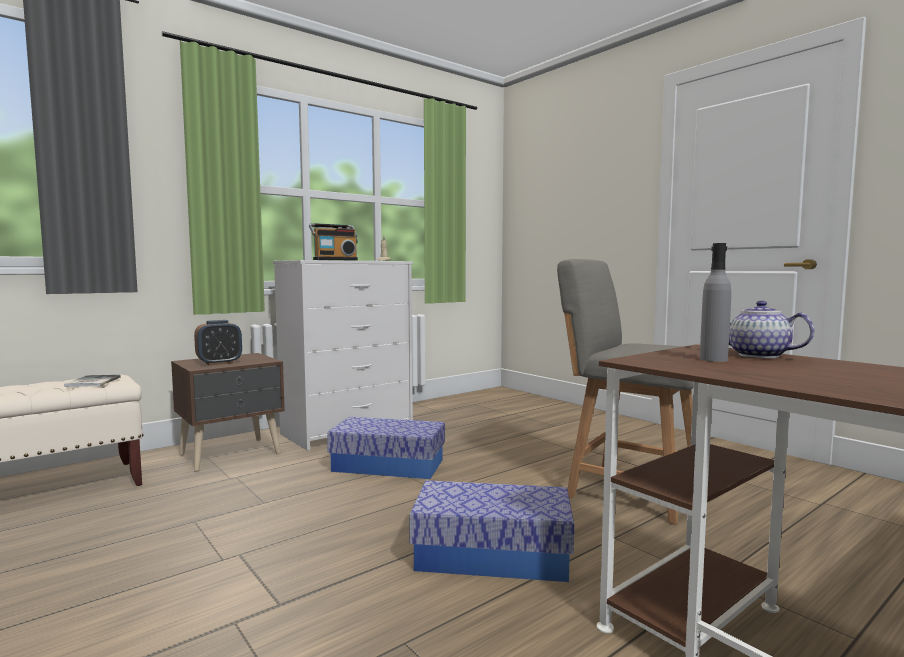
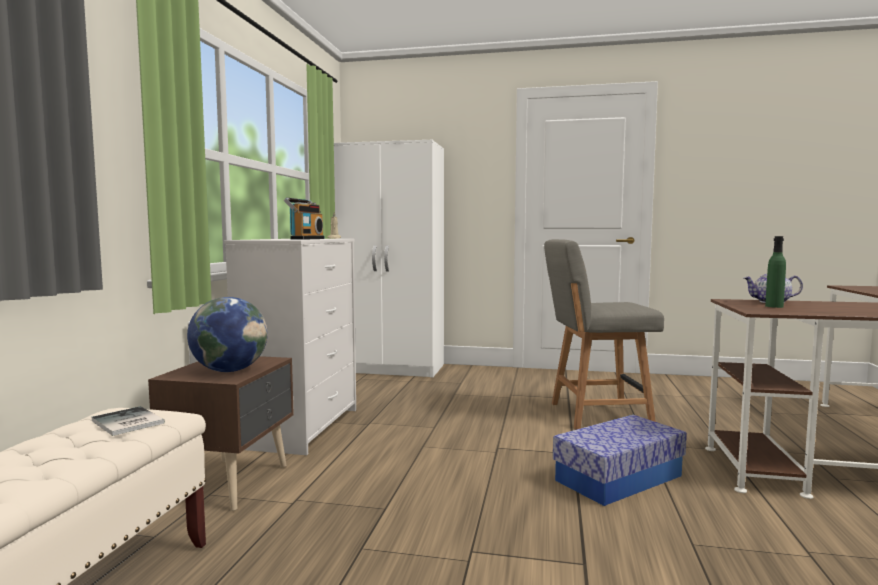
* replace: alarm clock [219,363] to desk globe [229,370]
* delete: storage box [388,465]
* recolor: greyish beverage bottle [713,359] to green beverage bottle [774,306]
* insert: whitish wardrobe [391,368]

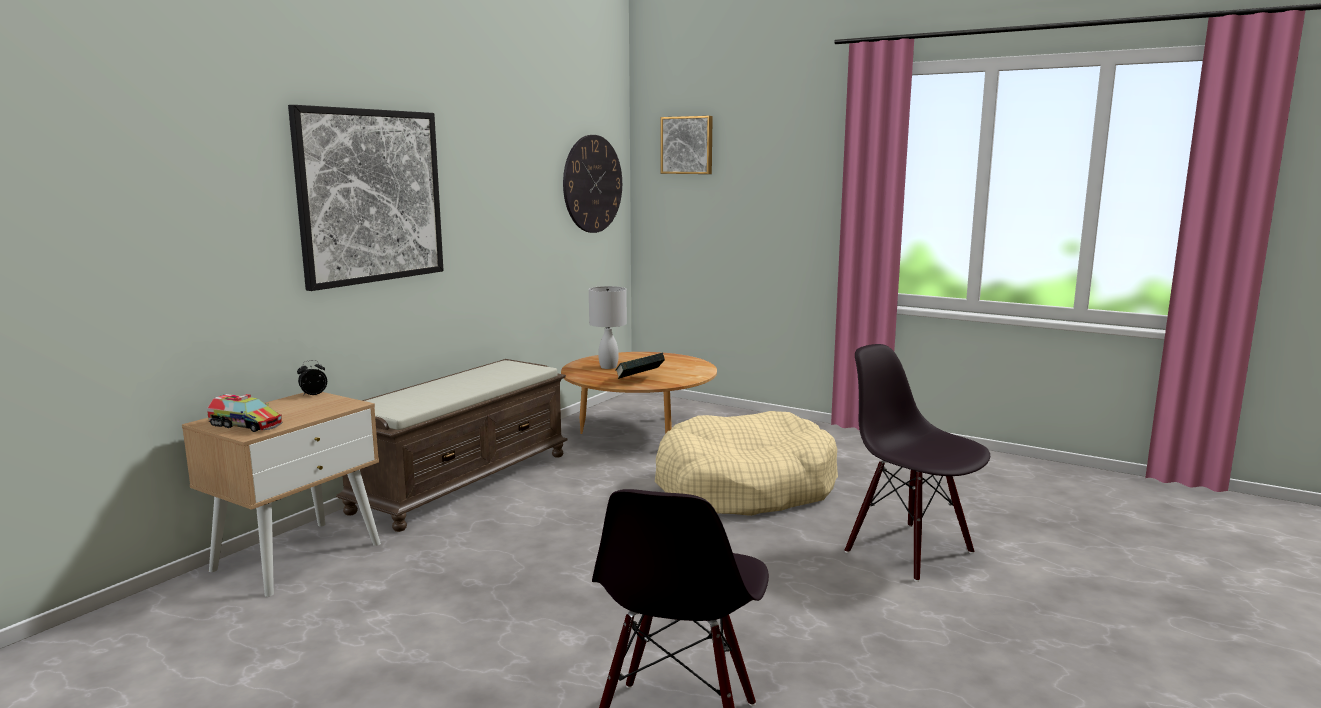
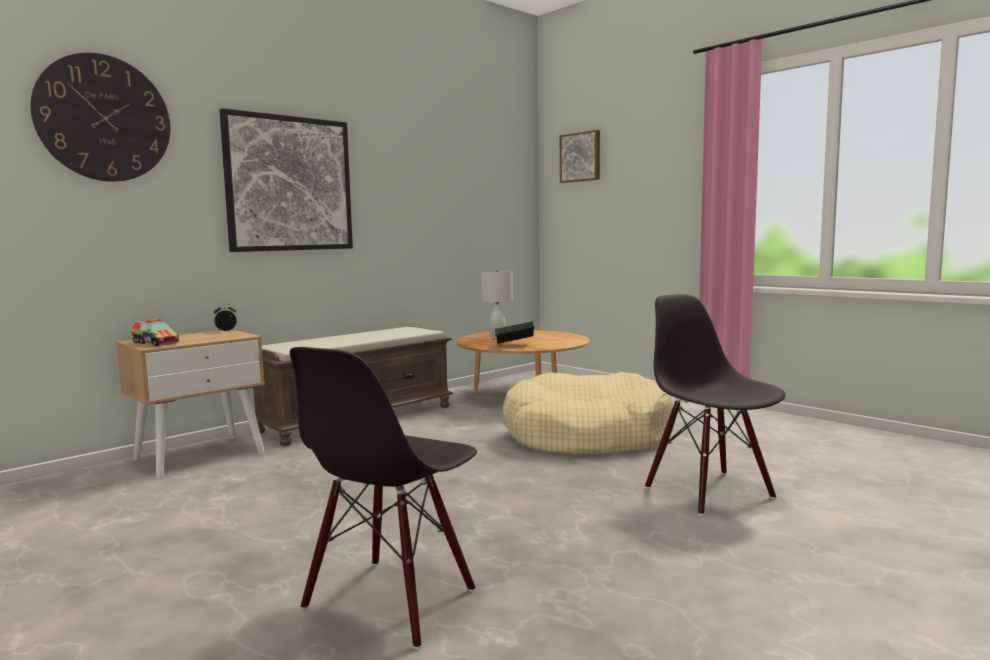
* move: hanging clock [592,184] to [104,118]

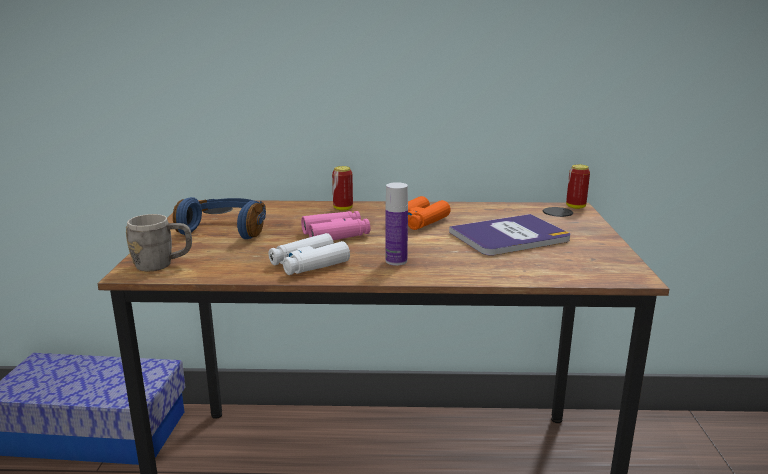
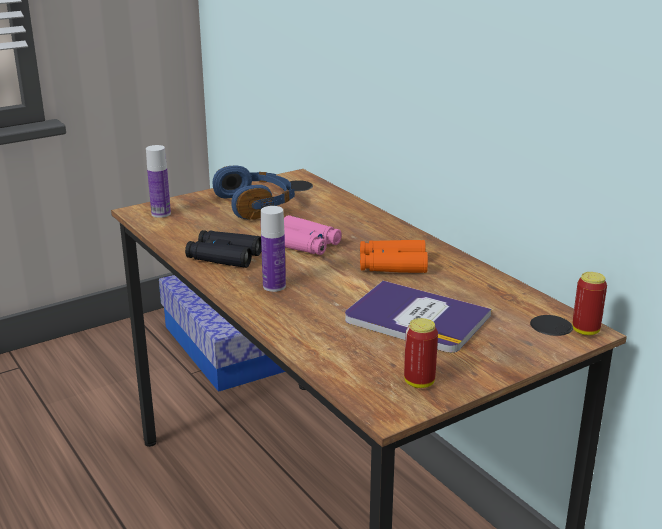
* replace: greyish coffee mug [162,265] to beverage bottle [161,214]
* recolor: whitish pair of binoculars [308,263] to blackish pair of binoculars [224,256]
* move: sealed can [343,208] to [419,382]

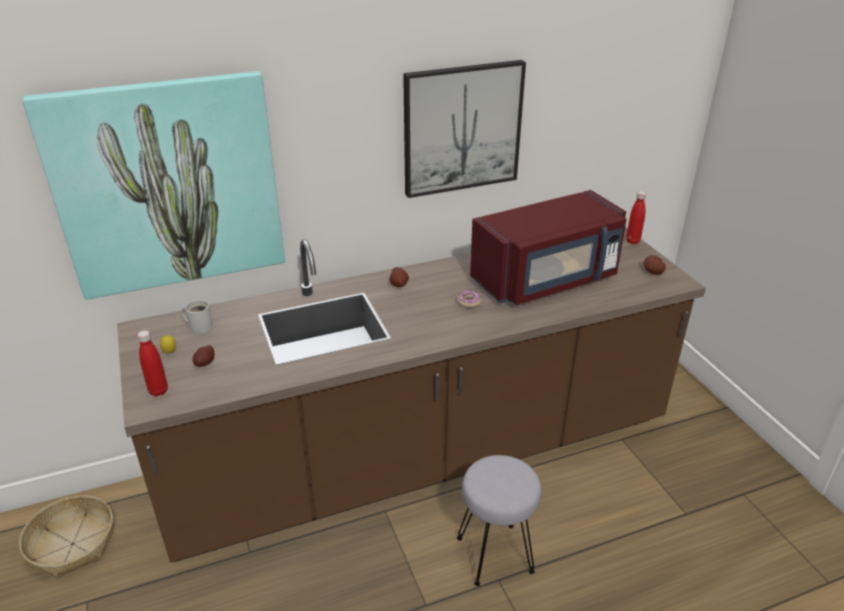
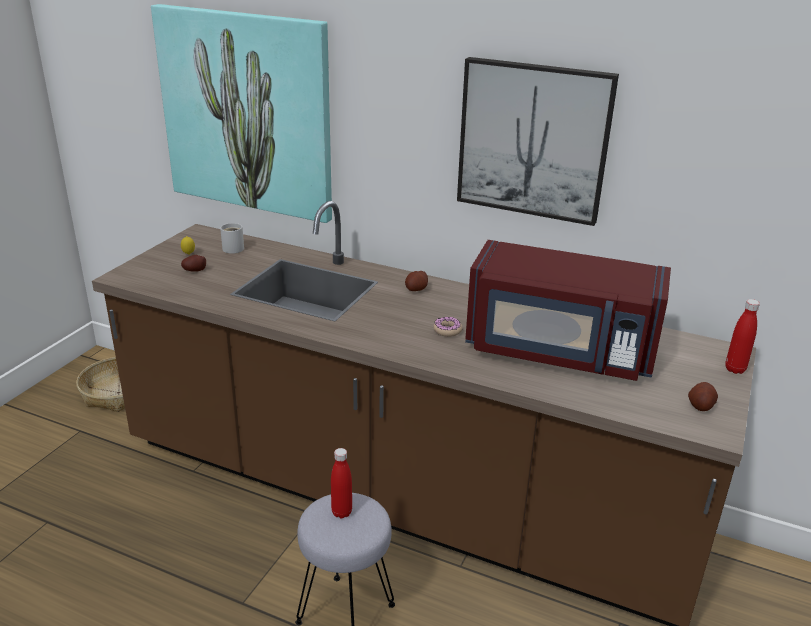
* move: reddish beverage bottle [158,391] to [341,512]

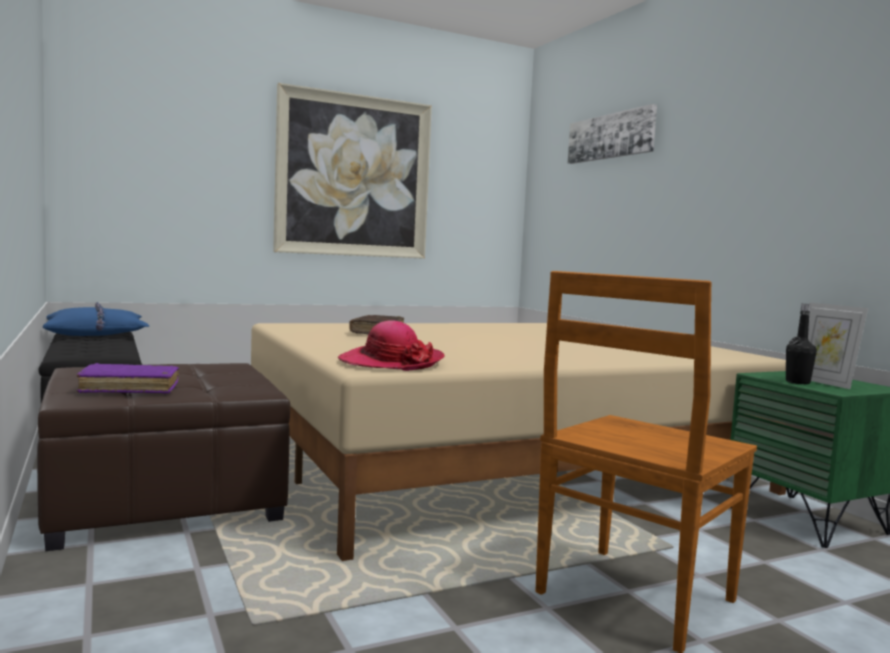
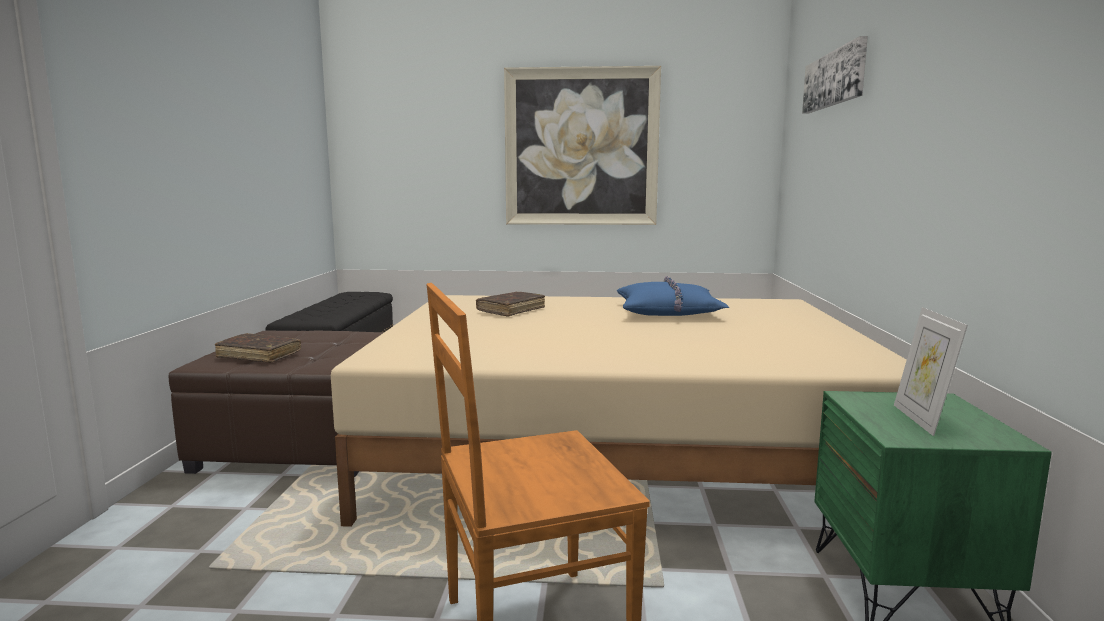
* move: blue-coloured cushion [96,333] to [668,311]
* recolor: purple book [130,388] to brown book [259,355]
* delete: hat [391,363]
* delete: blackish beverage bottle [797,382]

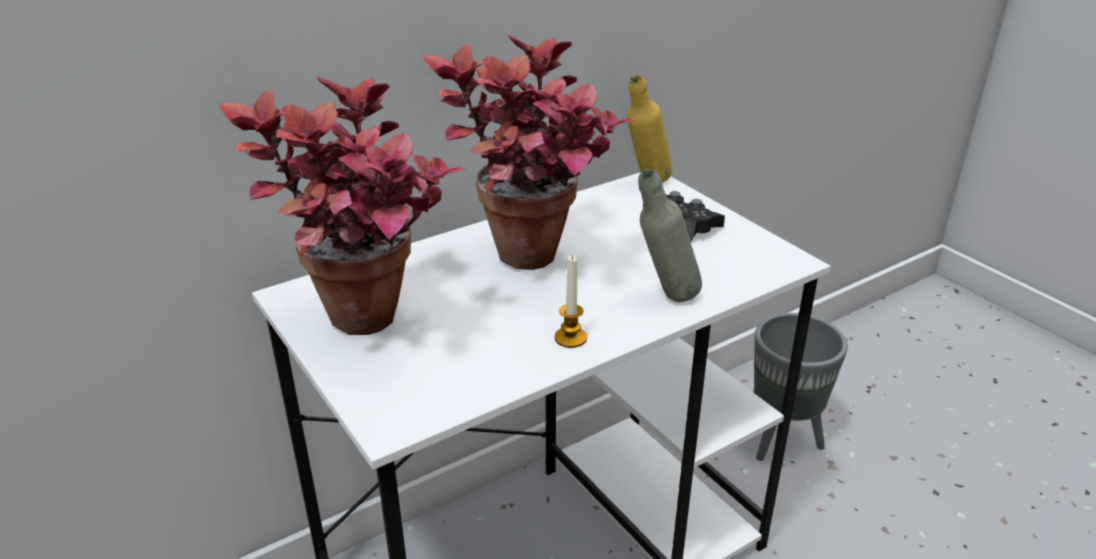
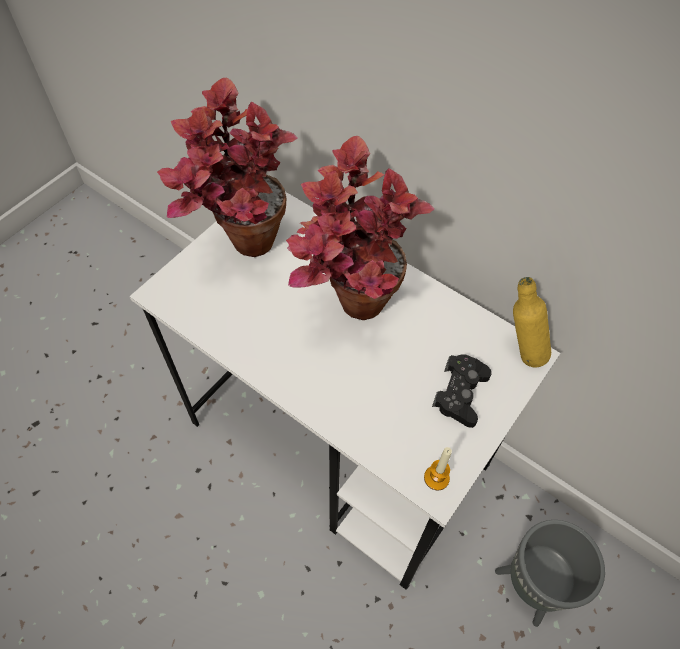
* move: candle [570,338] to [436,478]
* delete: greyish beverage bottle [665,300]

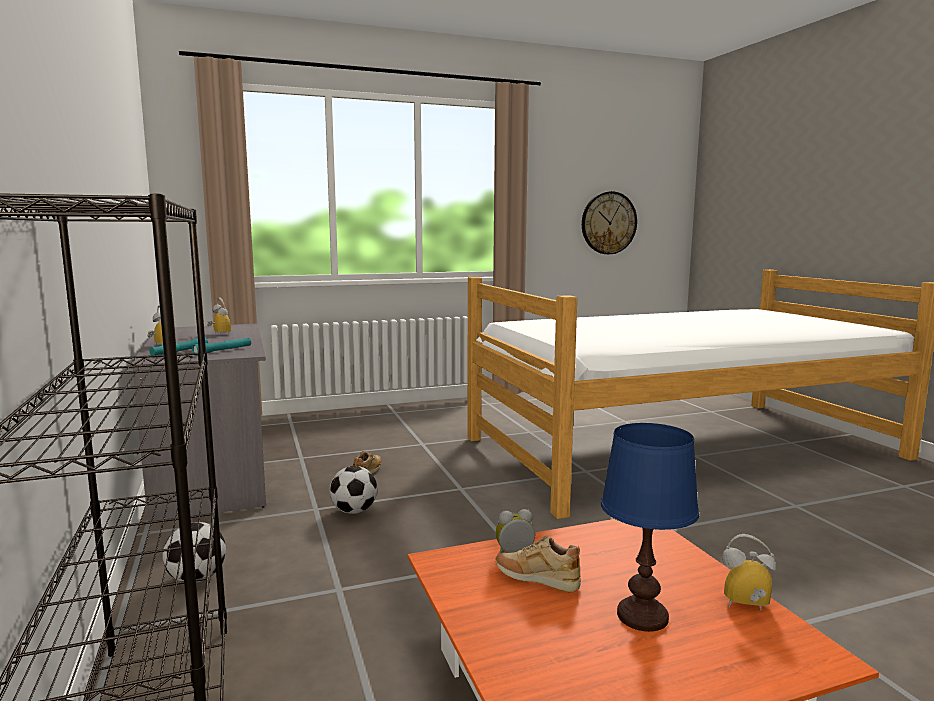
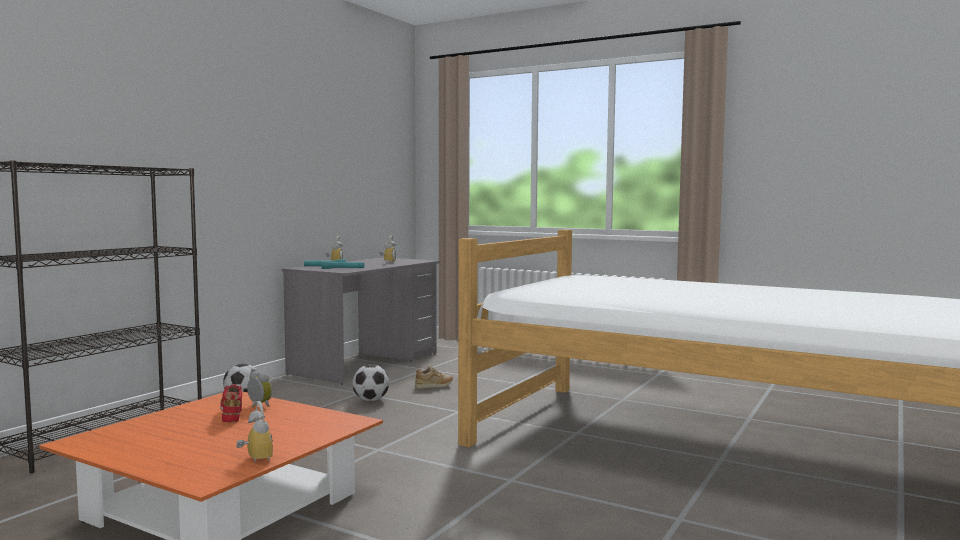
* recolor: beige low shoe [537,581] to reddish low shoe [231,414]
* delete: hanging clock [608,223]
* delete: blue-coloured lamp for a table [642,616]

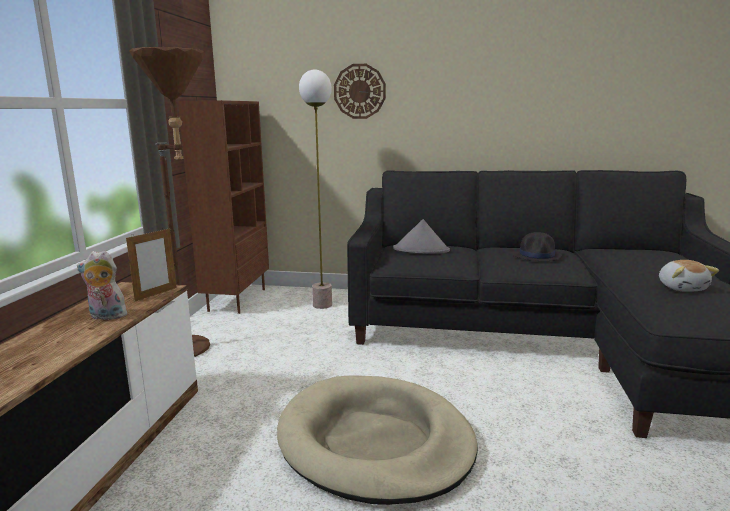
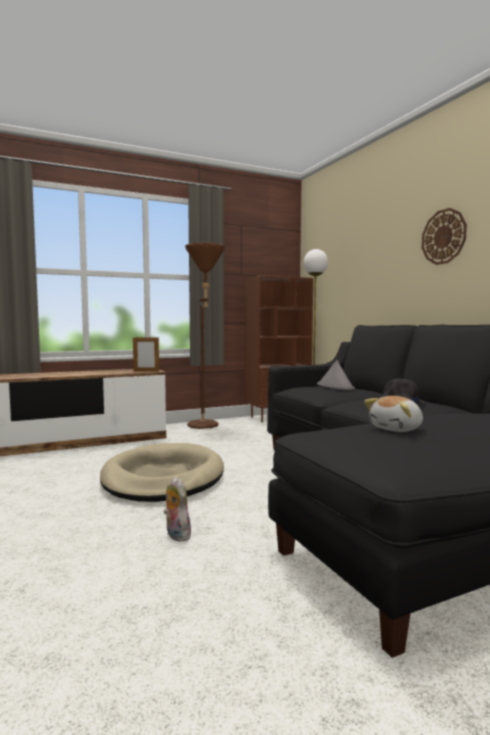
* move: cuddly toy [106,317] to [176,535]
* move: hanging clock [359,91] to [443,237]

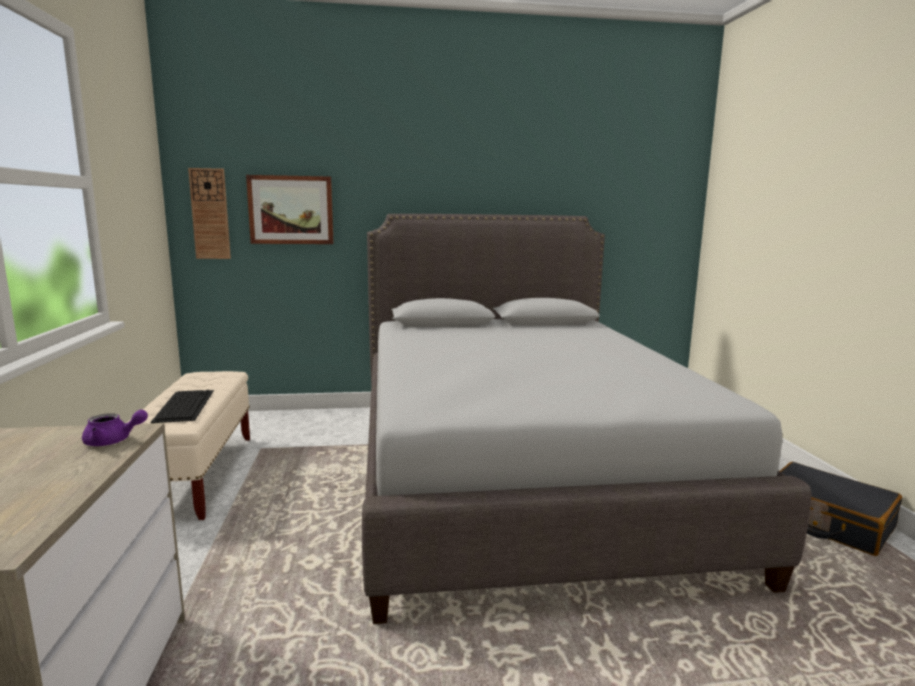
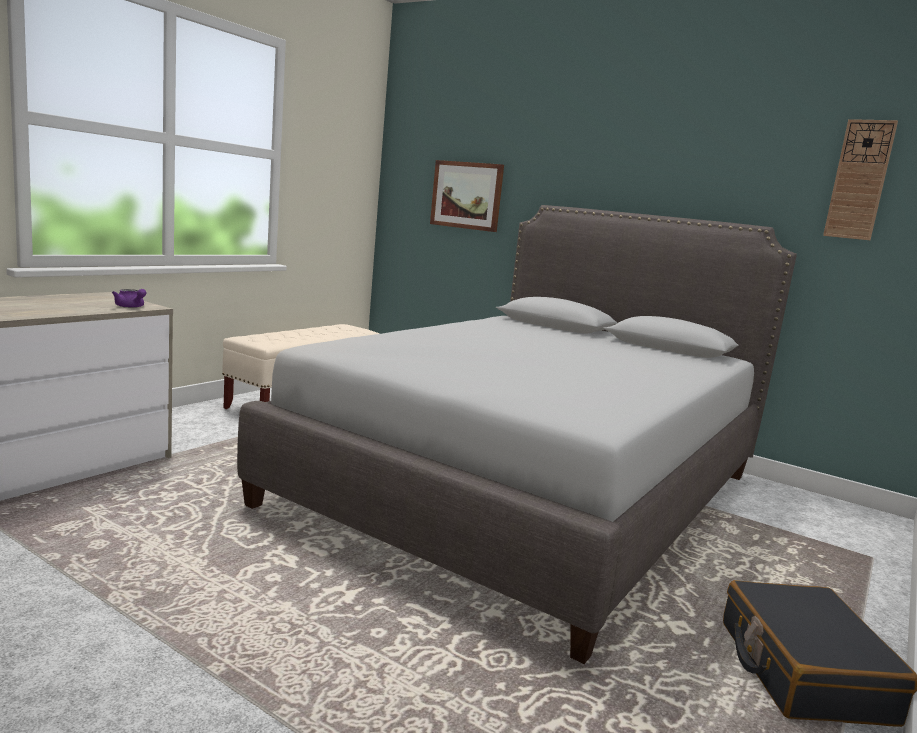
* delete: computer keyboard [184,405]
* move: hanging clock [210,214] to [859,180]

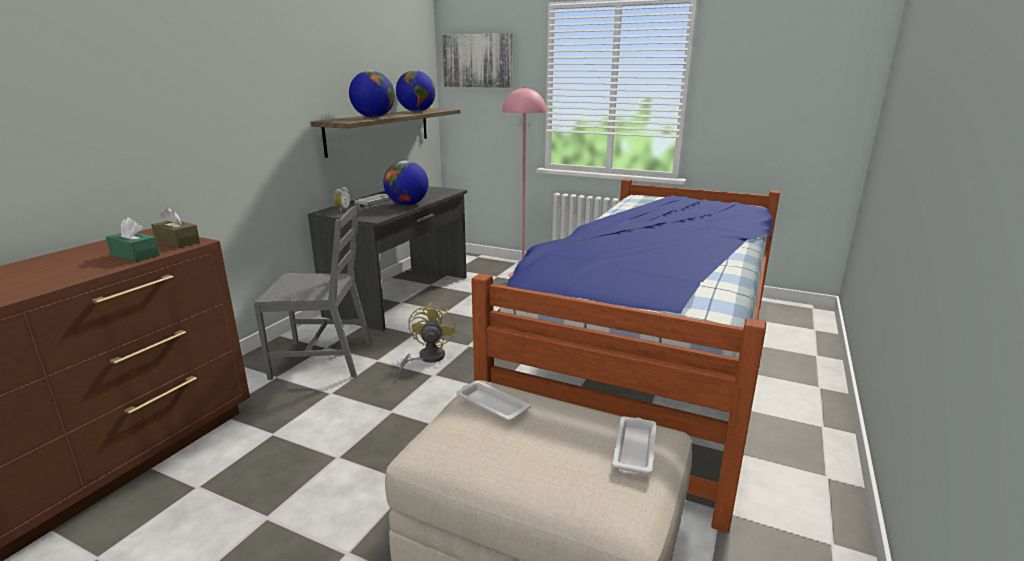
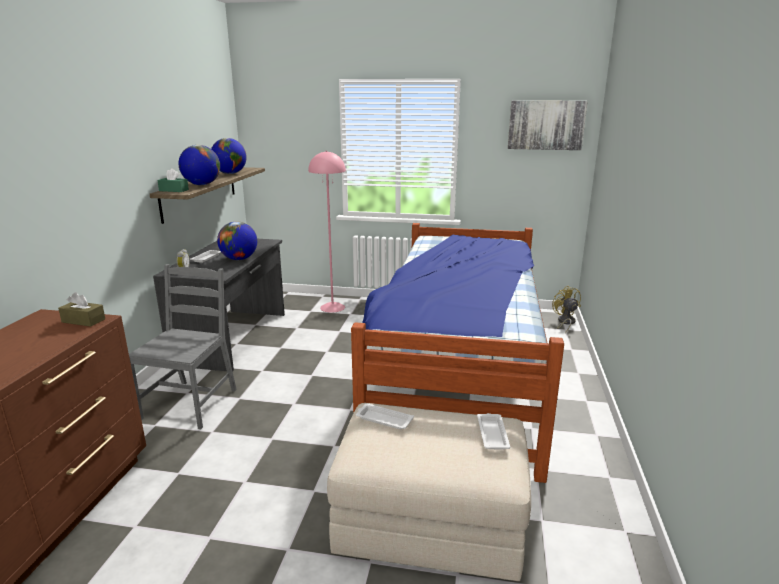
* move: green tissue box [135,255] to [174,190]
* rotate: greyish plain chair [324,359] = [191,403] 60 degrees counterclockwise
* move: yellow electric fan [426,358] to [565,322]
* move: wall picture [478,61] to [546,125]

